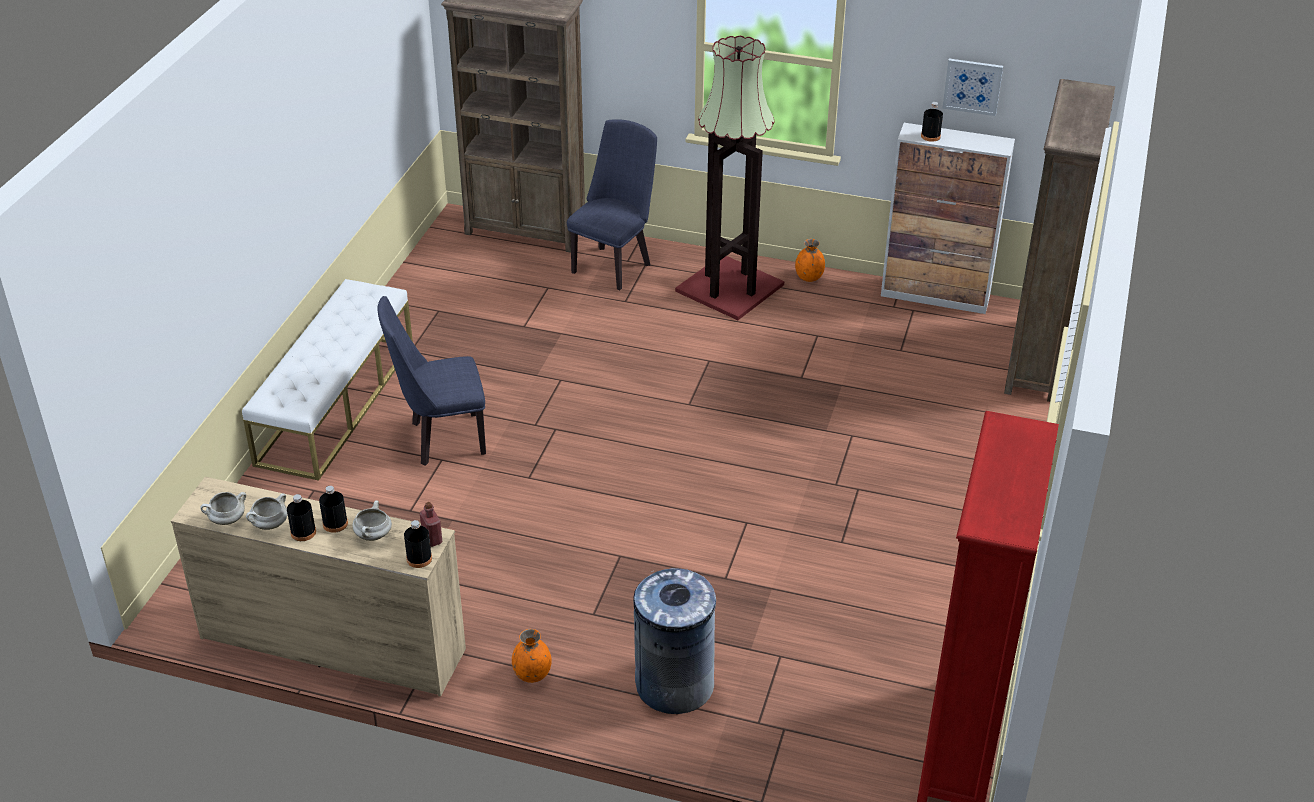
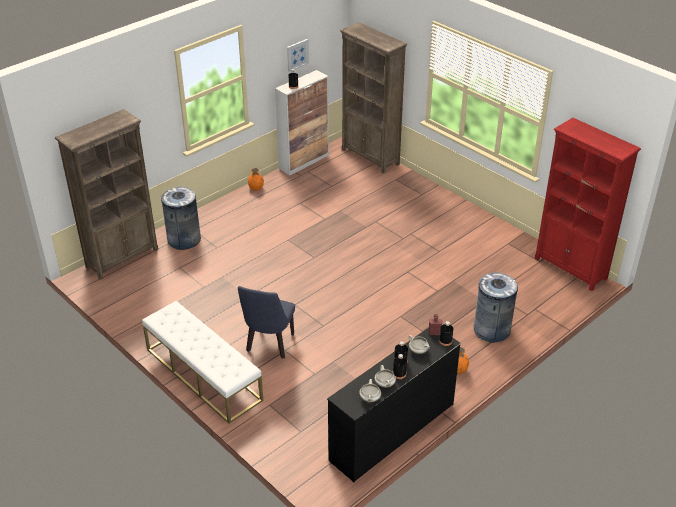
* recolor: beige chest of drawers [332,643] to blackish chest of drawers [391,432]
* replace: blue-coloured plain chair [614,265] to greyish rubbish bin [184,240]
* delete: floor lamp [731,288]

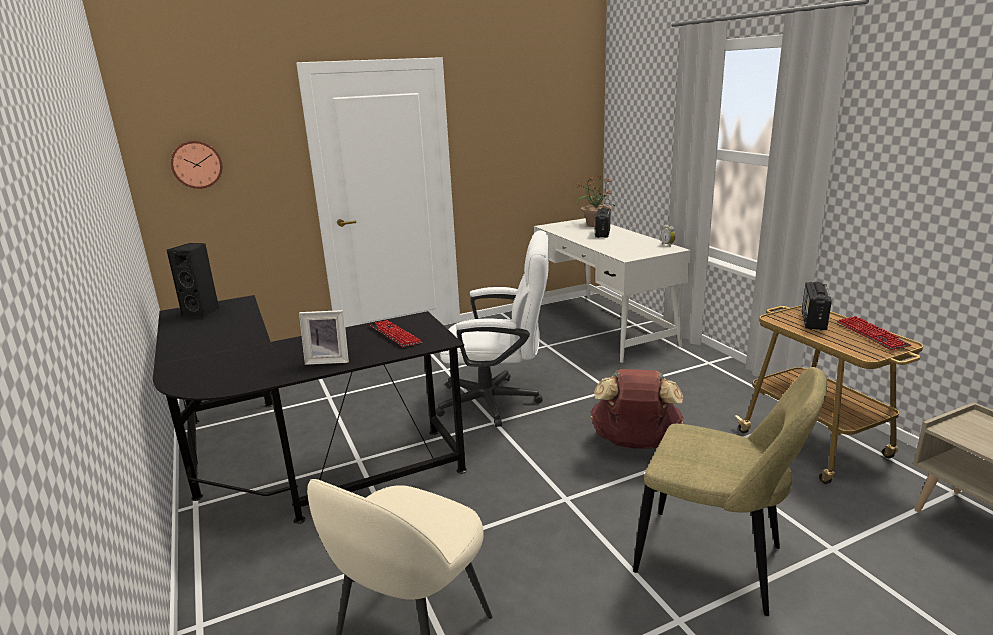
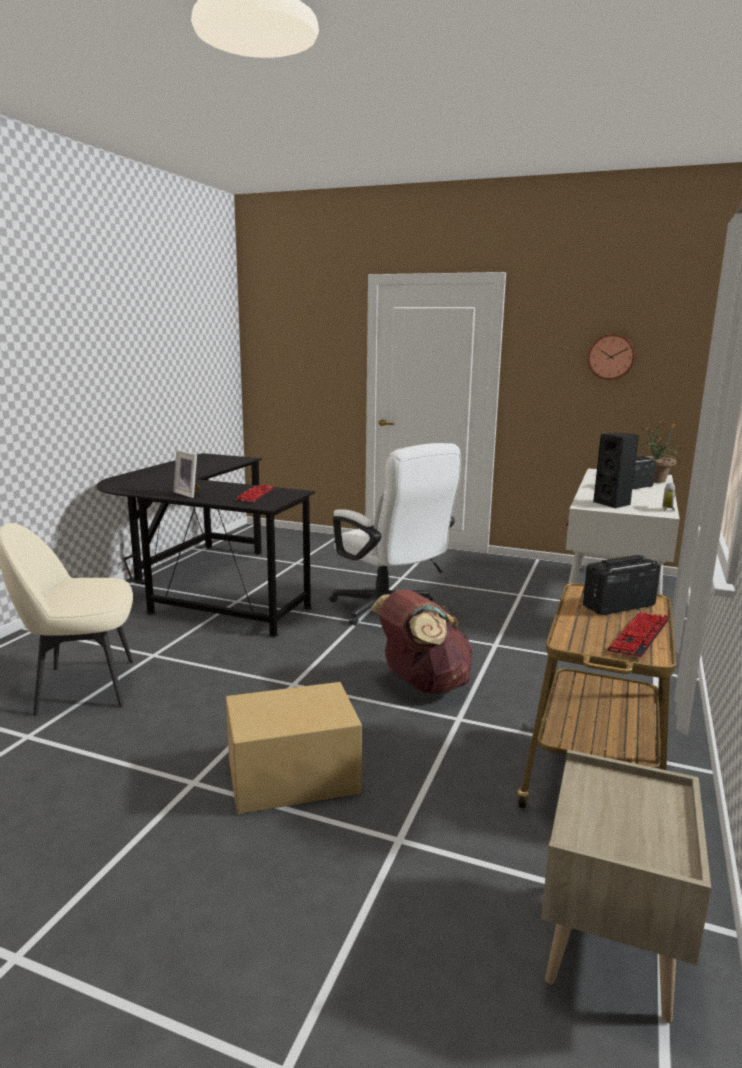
* move: blackish audio speaker [203,312] to [613,504]
* move: hanging clock [196,164] to [611,356]
* replace: beige plain chair [716,562] to carton [292,778]

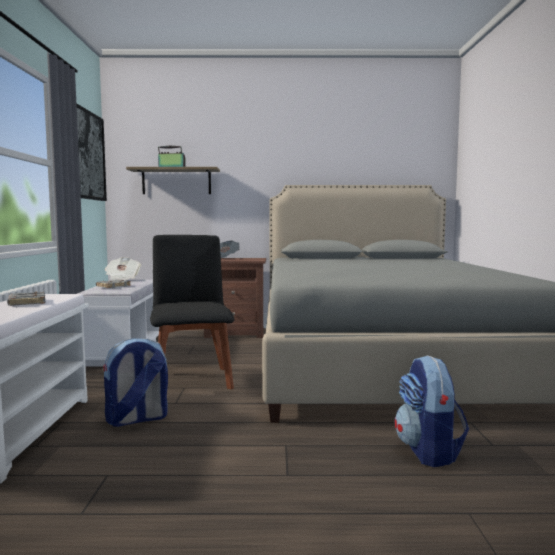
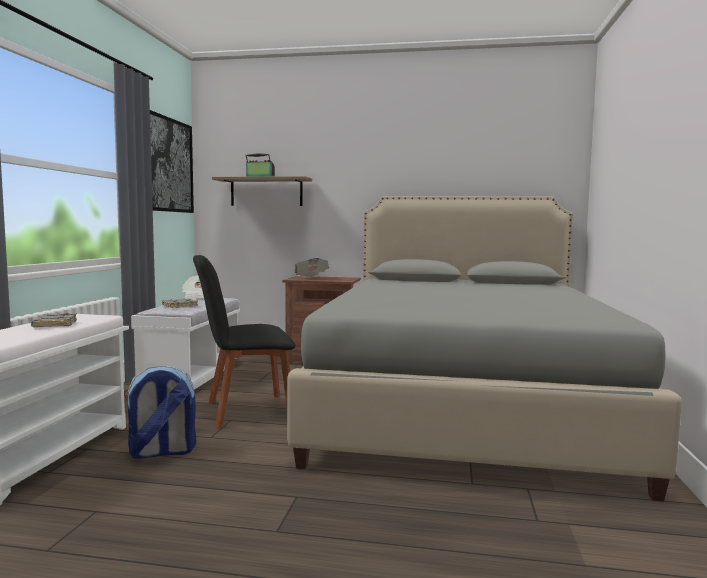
* rotate: blackish plain chair [192,379] = [244,411] 105 degrees counterclockwise
* delete: rucksack [428,451]

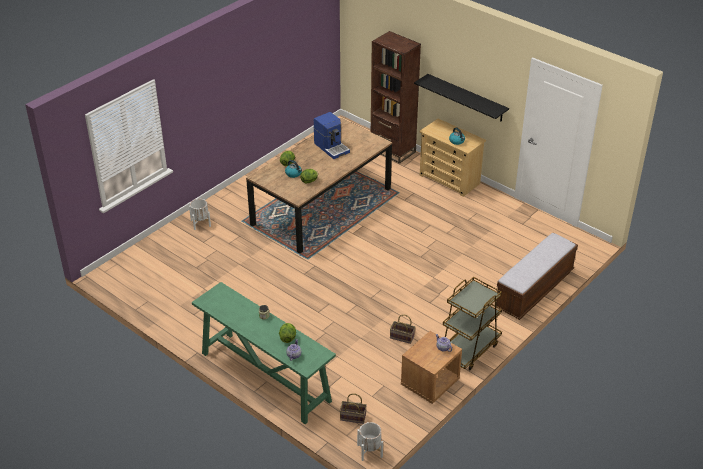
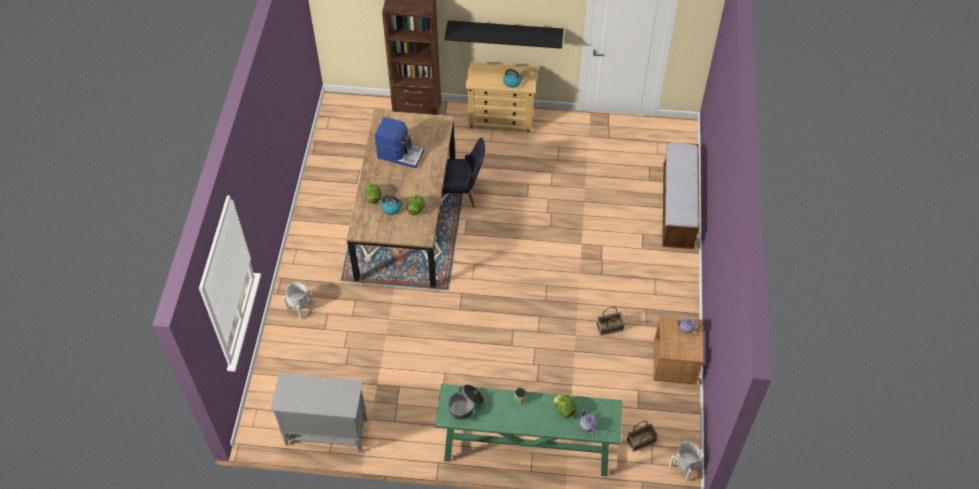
* delete: brown trolley [469,349]
* insert: greyish cupboard [325,432]
* insert: blackish plain chair [460,195]
* insert: cooking pot [465,405]

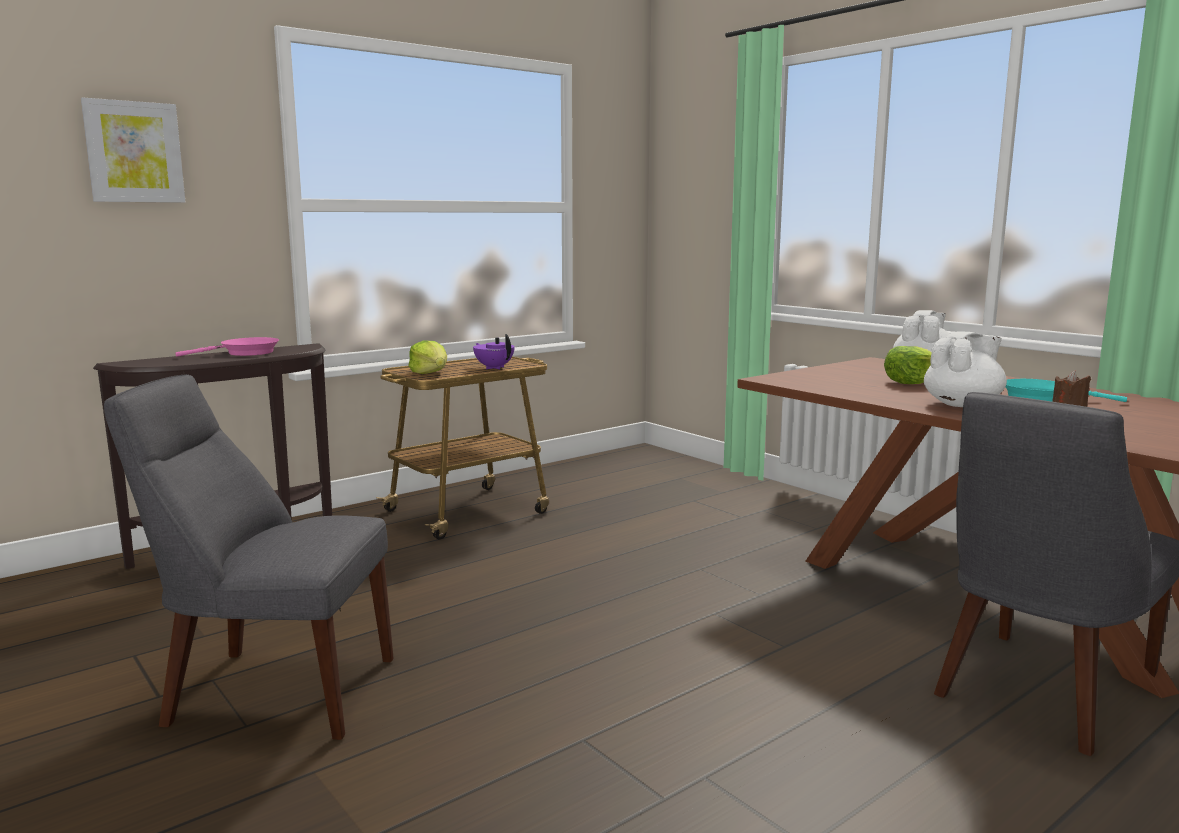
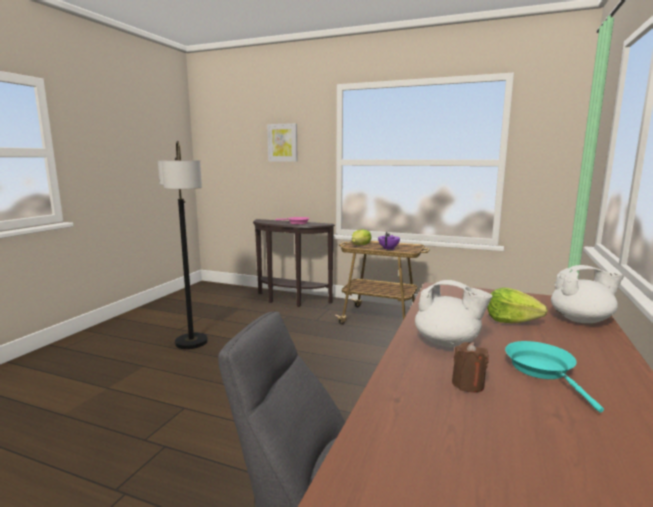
* replace: greyish plain chair [272,691] to floor lamp [191,342]

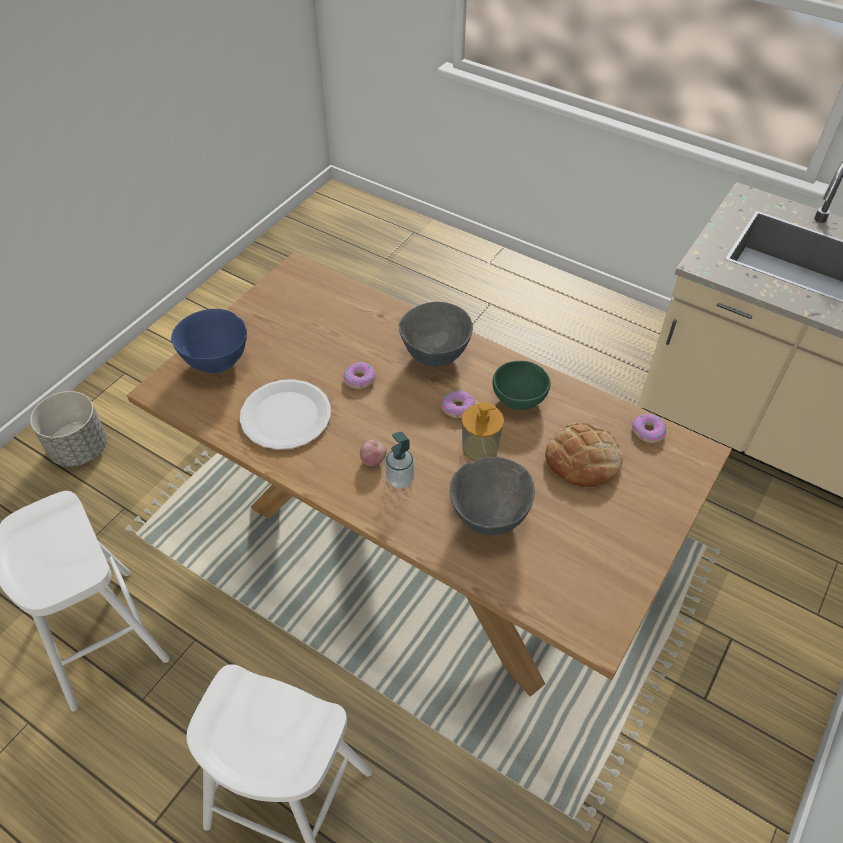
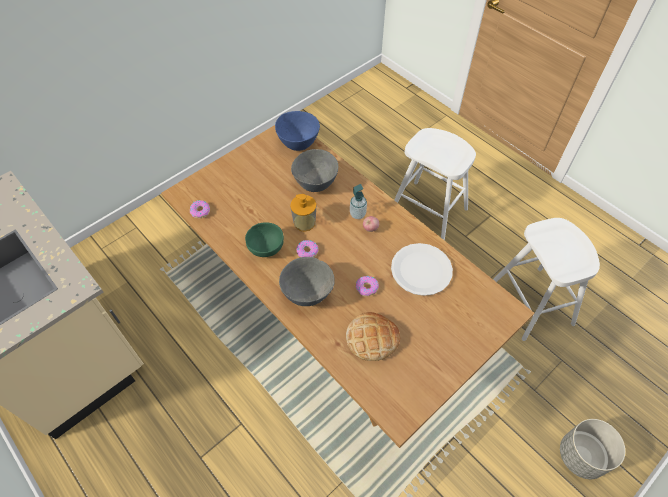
* move: blue-coloured bowl [217,362] to [298,145]
* move: baked bread [583,459] to [372,338]

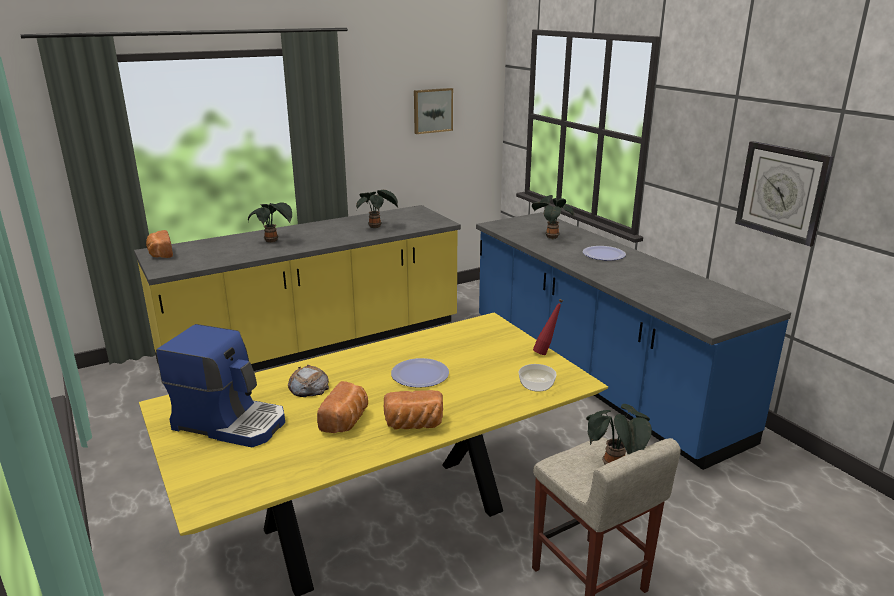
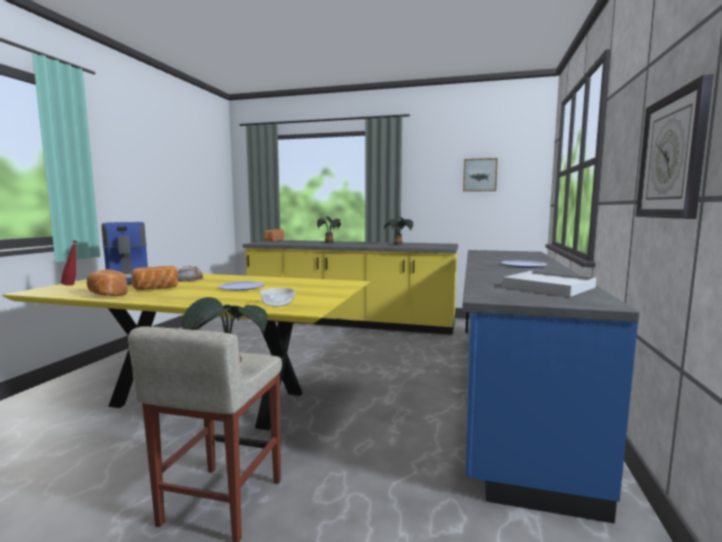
* move: baked bread [414,425] to [106,294]
* delete: houseplant [550,237]
* move: reddish beverage bottle [546,352] to [72,285]
* insert: whitish serving tray [548,287]

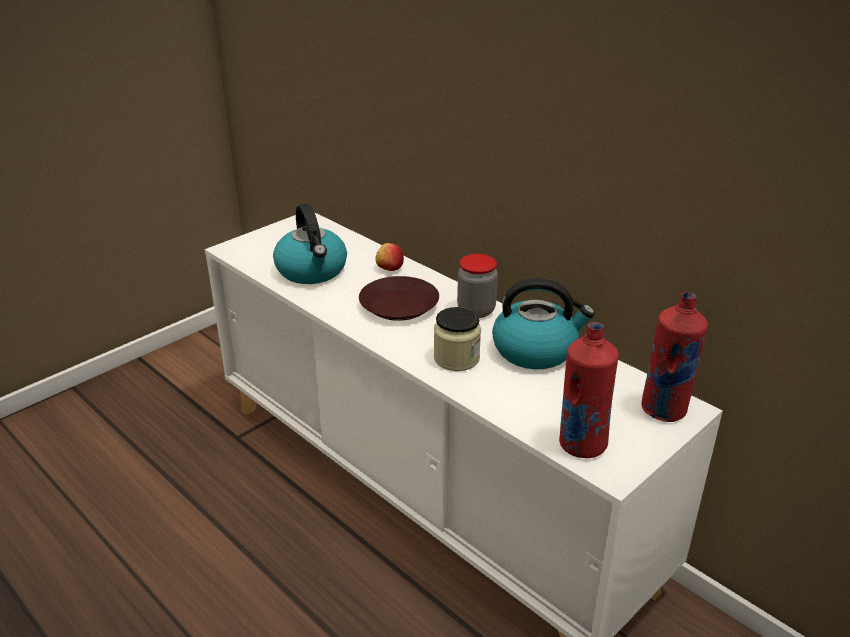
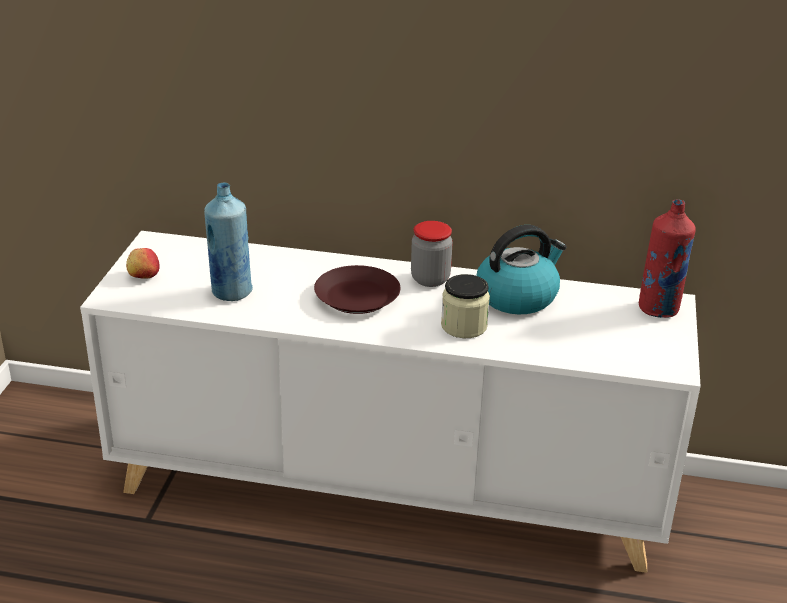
* replace: kettle [312,271] to blue-coloured beverage bottle [231,292]
* move: apple fruit [389,268] to [143,276]
* delete: reddish beverage bottle [581,444]

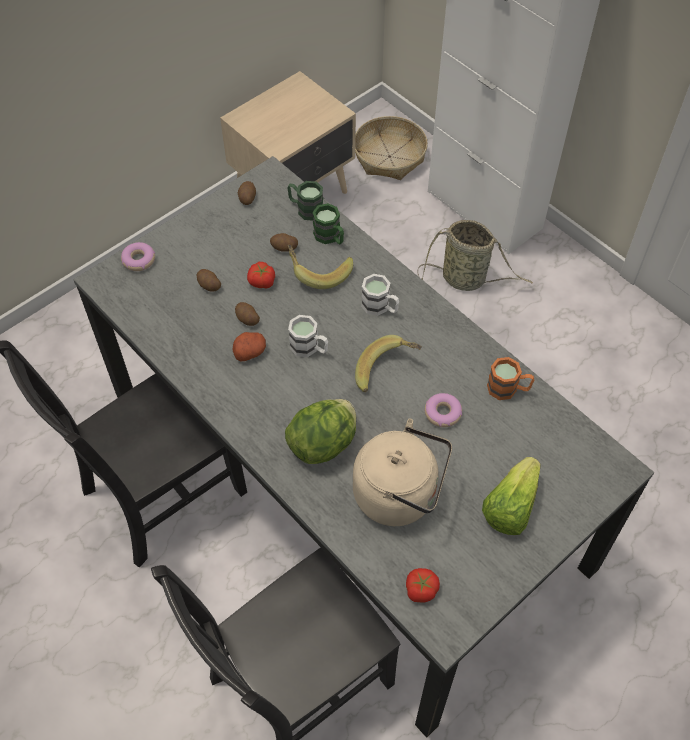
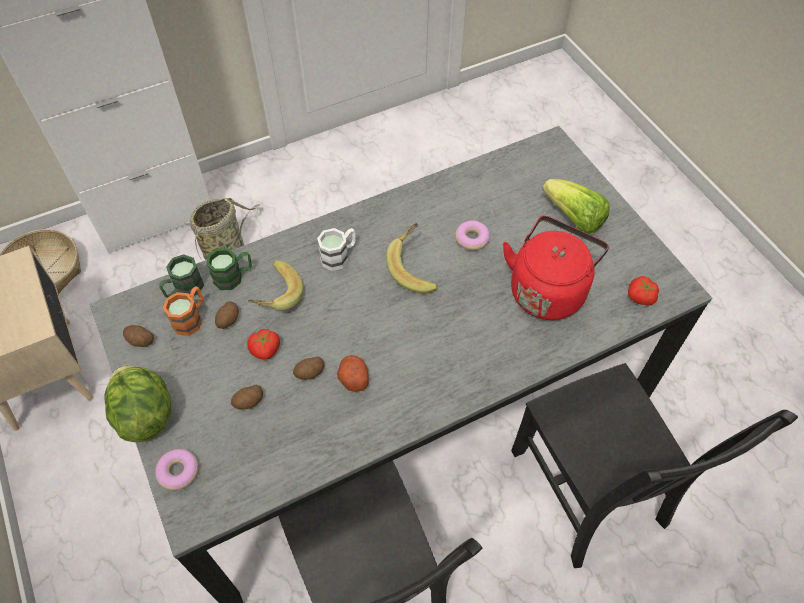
* move: lettuce head [324,443] to [145,413]
* delete: whitish coffee mug [309,348]
* recolor: beige kettle [400,495] to reddish kettle [548,289]
* move: orangey coffee mug [508,389] to [191,318]

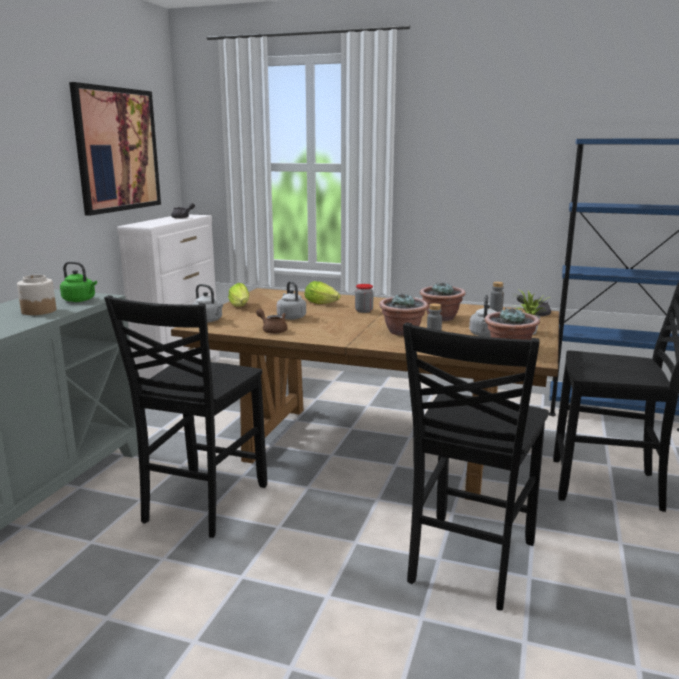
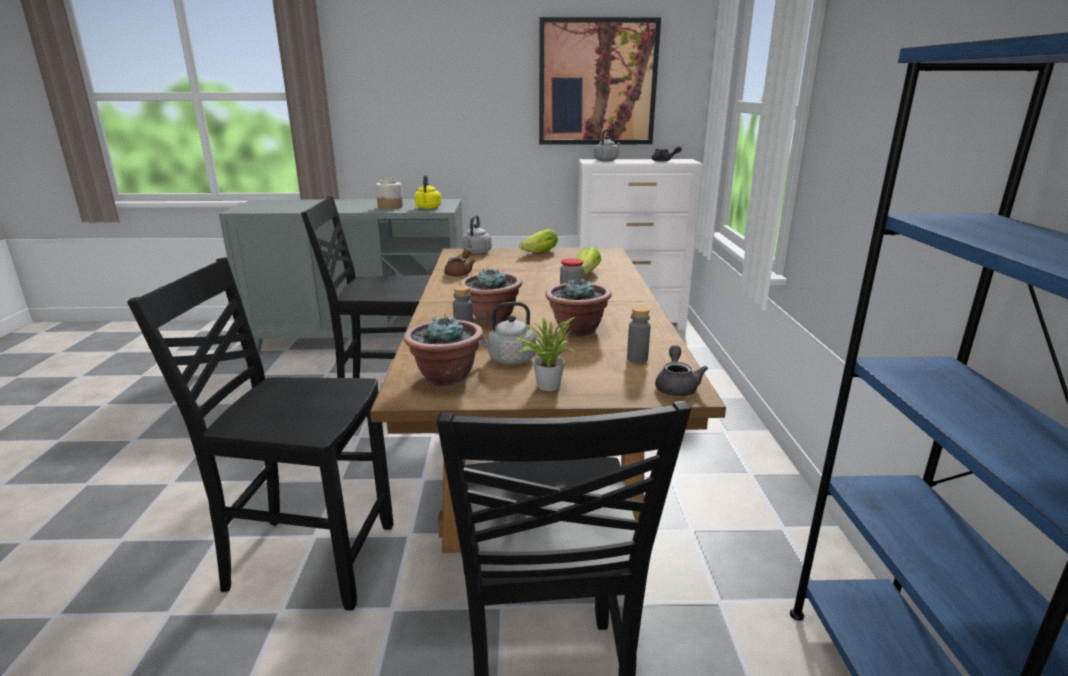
* recolor: green kettle [80,300] to yellow kettle [428,208]
* move: greyish kettle [291,317] to [606,160]

